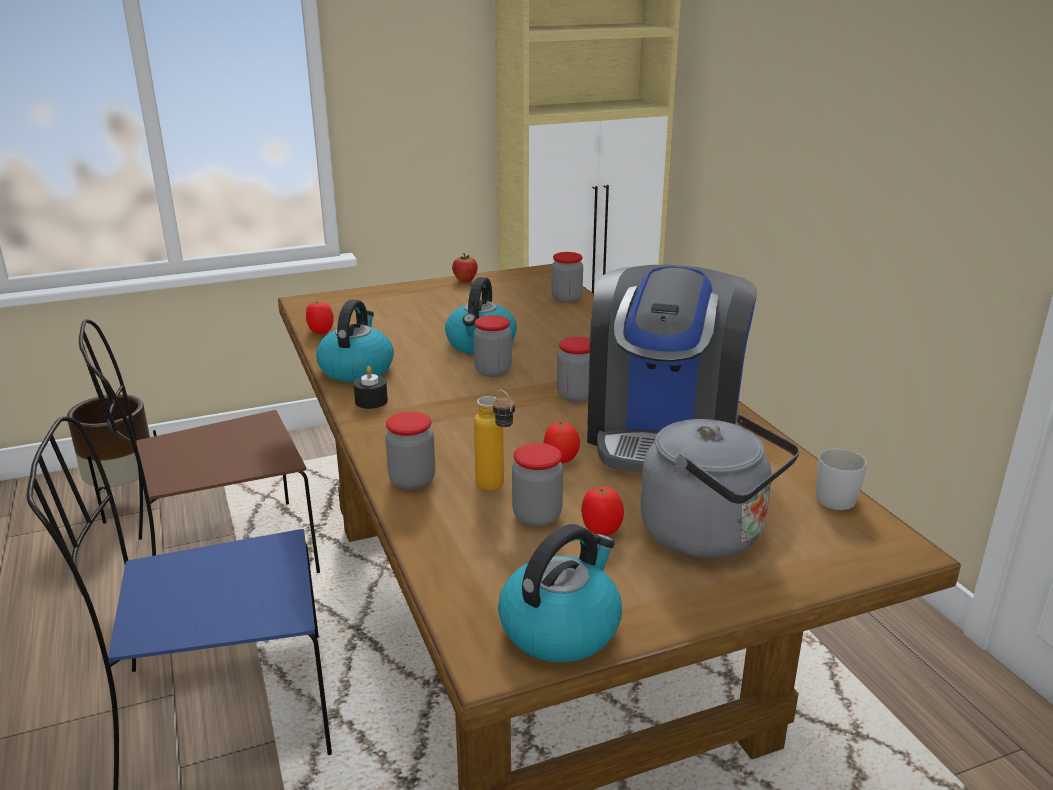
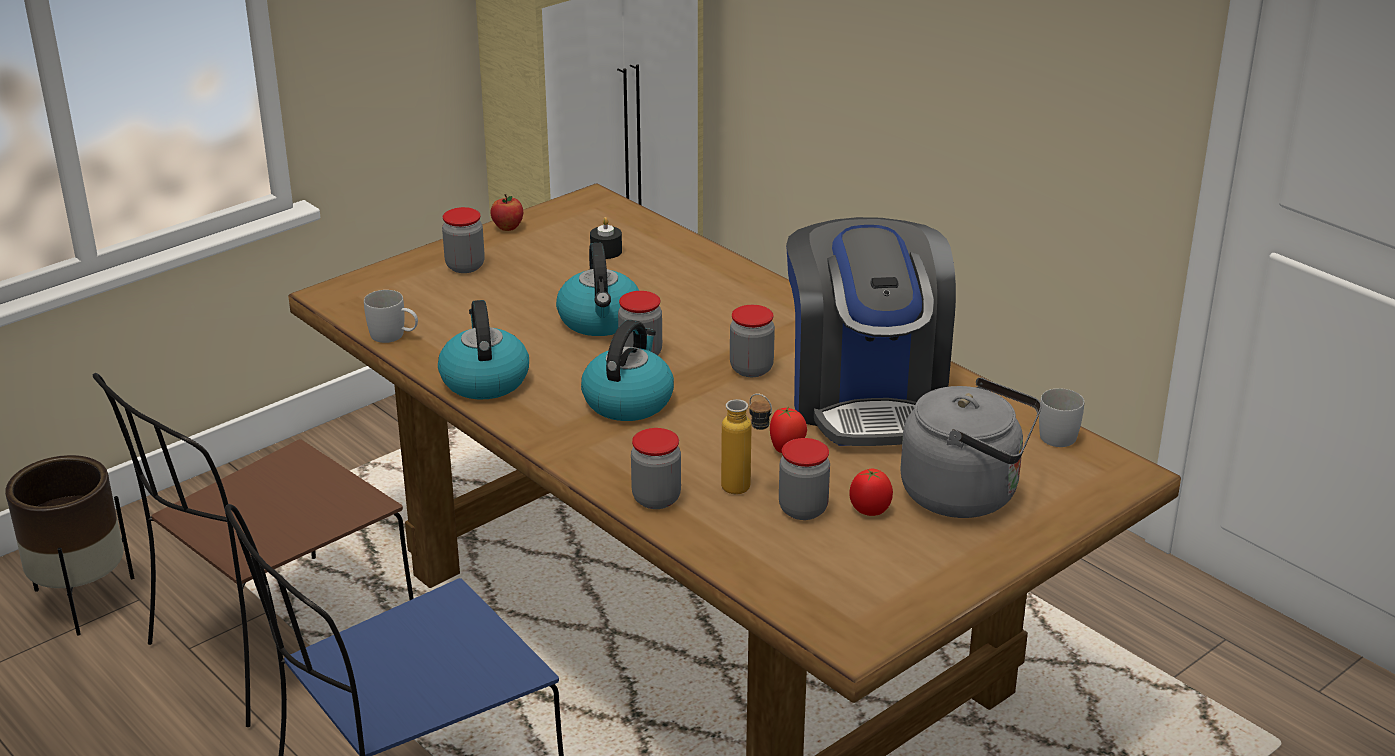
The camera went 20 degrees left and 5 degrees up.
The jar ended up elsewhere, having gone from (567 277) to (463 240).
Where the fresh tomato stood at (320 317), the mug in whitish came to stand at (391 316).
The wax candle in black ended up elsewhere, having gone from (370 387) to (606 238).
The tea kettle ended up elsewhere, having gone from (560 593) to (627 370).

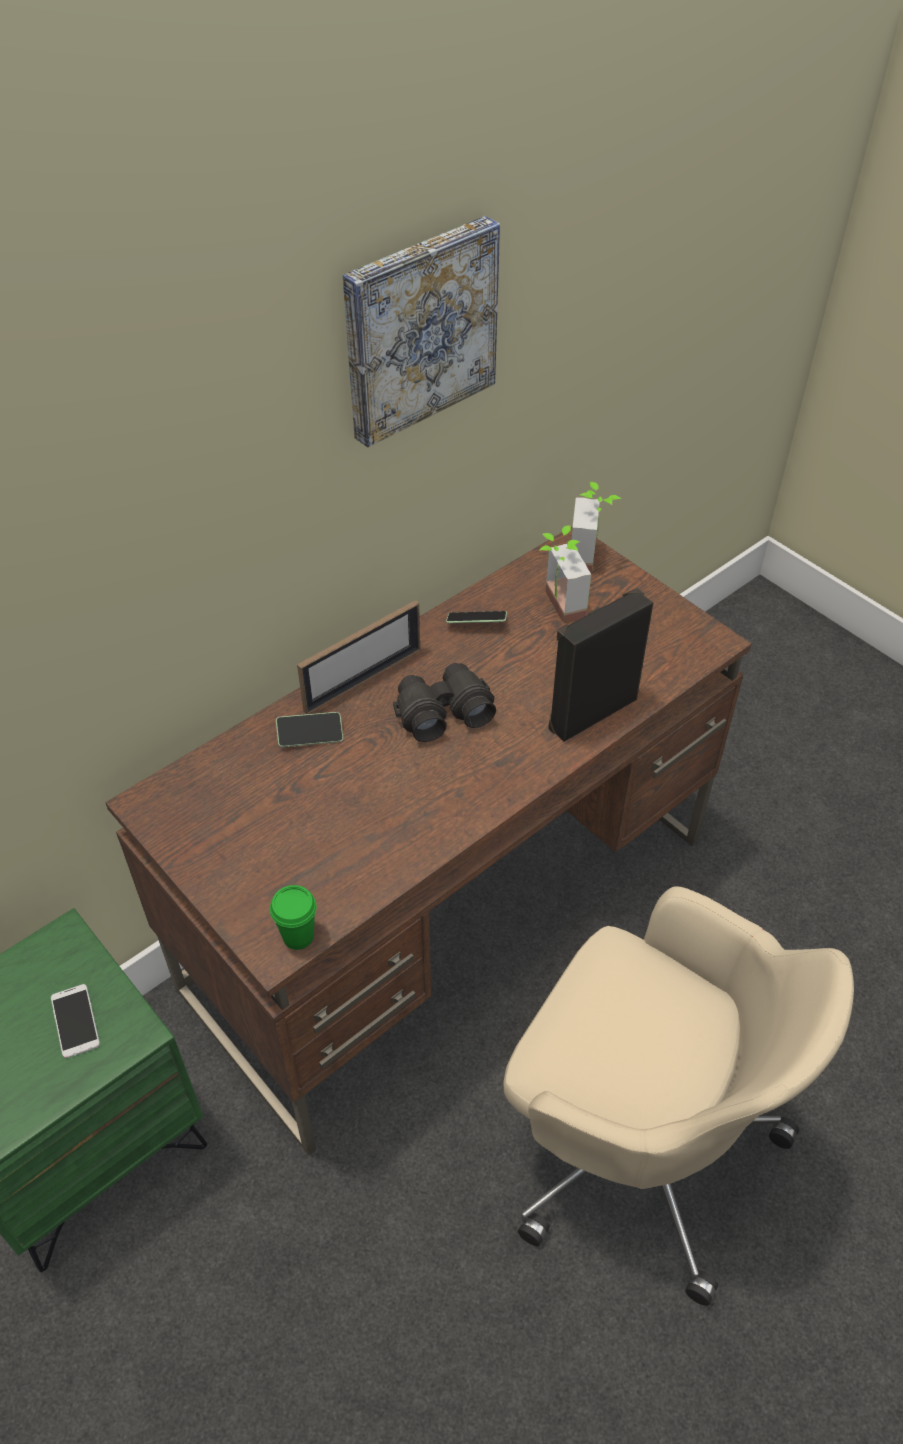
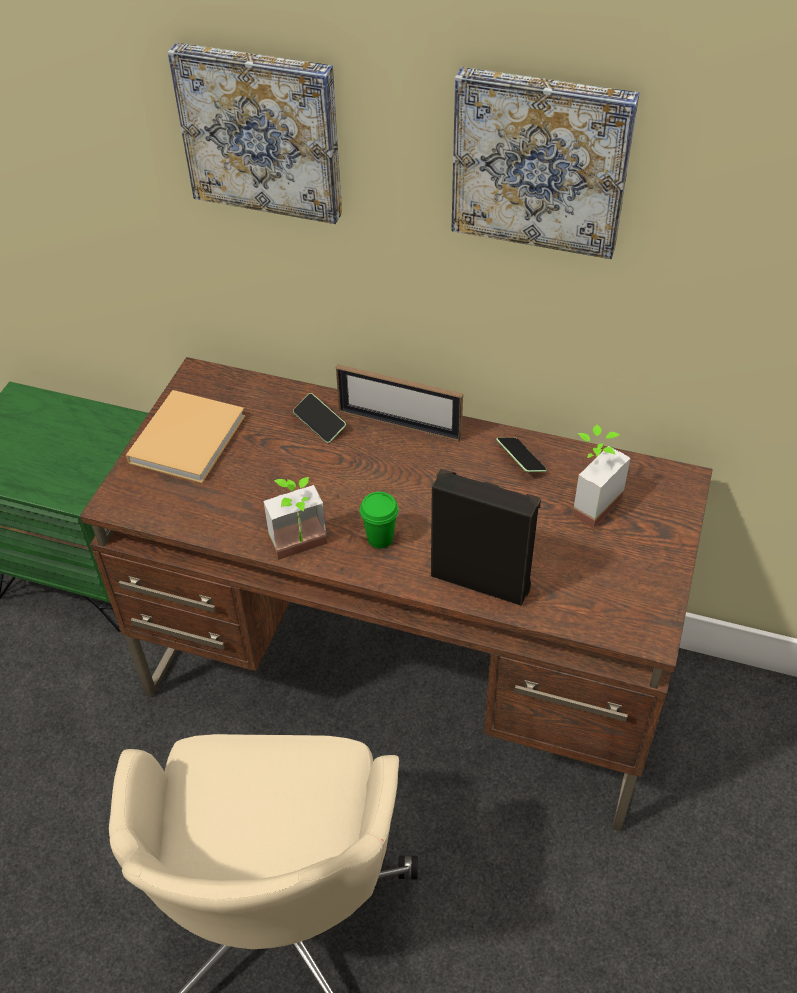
The camera went 60 degrees right and 0 degrees up.
The potted plant ended up elsewhere, having gone from (596 528) to (295 518).
The second view lost the binoculars in black at (444 702).
The cup in green ended up elsewhere, having gone from (293 917) to (379 520).
The second view lost the phone at (75 1021).
The second view gained the picture at (255 133).
The second view gained the book in beige at (185 436).

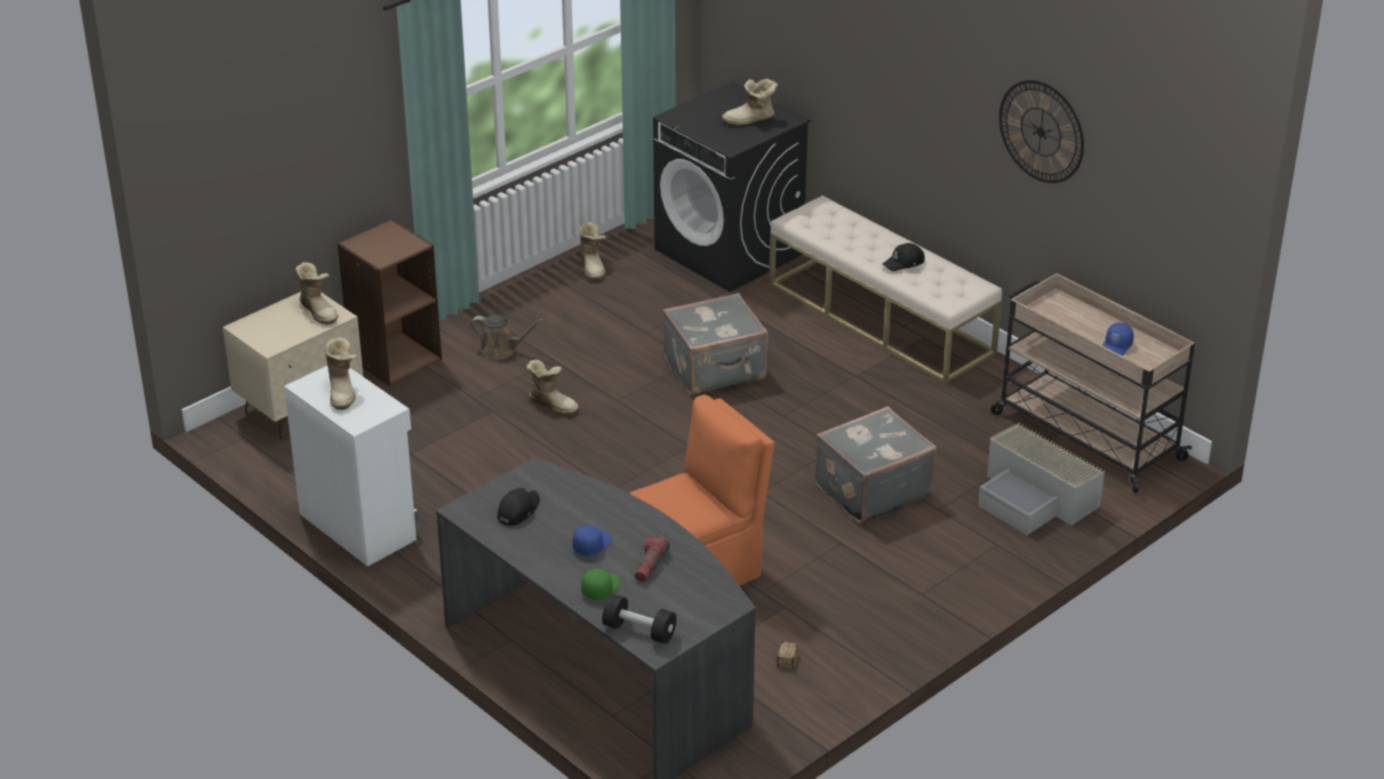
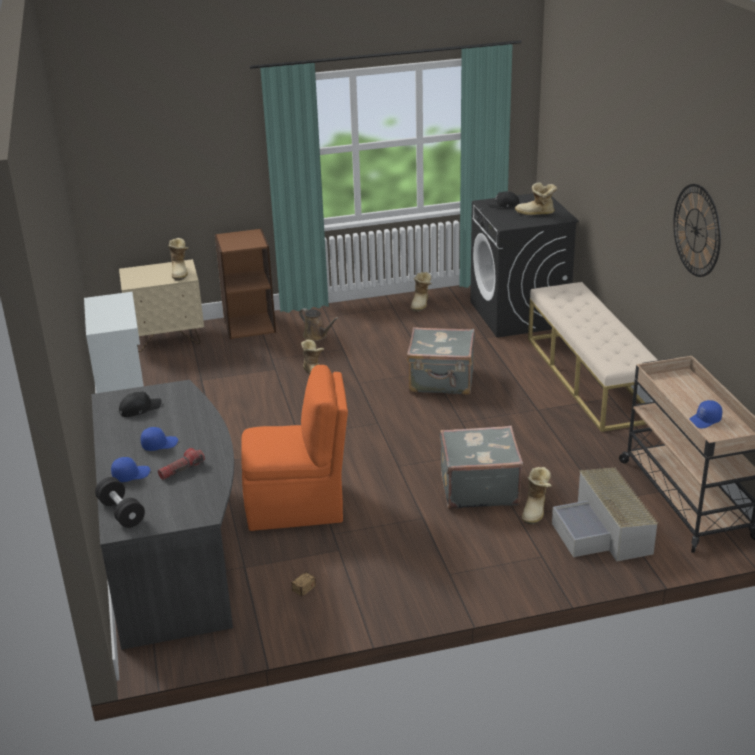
The camera went 30 degrees right and 5 degrees down.
The cap in black ended up elsewhere, having gone from (904 257) to (503 199).
The high-top boot ended up elsewhere, having gone from (341 373) to (537 495).
What was the cap in green at (600 584) turned into the cap in bluish at (130 469).

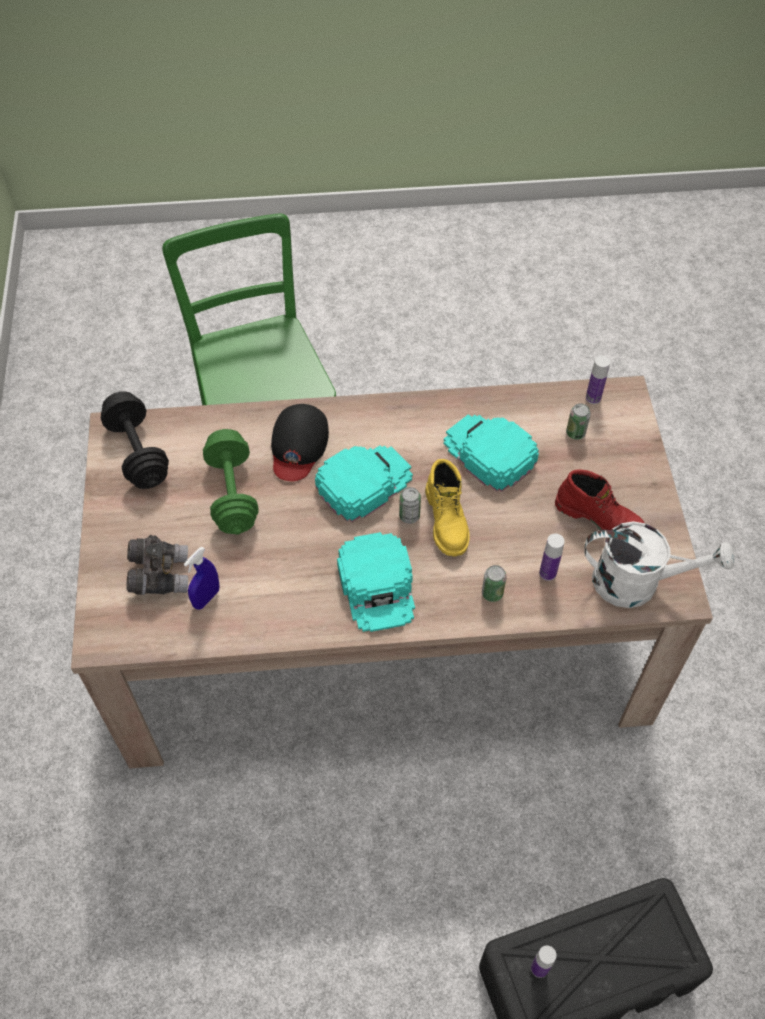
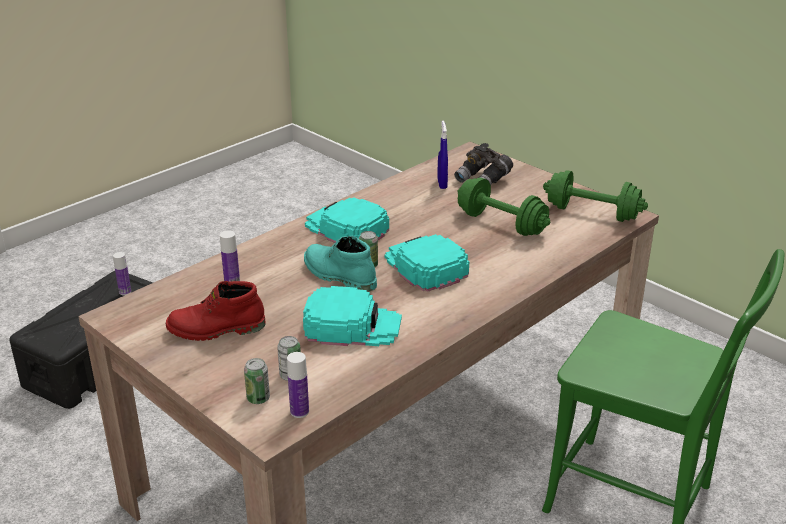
The camera went 140 degrees right and 25 degrees down.
What was the free weight in black at (135 440) turned into the free weight in green at (595 196).
The second view lost the cap in black at (300 442).
The cap in turquoise at (364 483) ended up facing another way, 135 degrees clockwise from before.
What was the high-top boot in yellow-coloured at (447 507) turned into the high-top boot in turquoise at (340 264).
The second view lost the sprinkling can in whitish at (659 564).
The sealed can ended up elsewhere, having gone from (494 583) to (257 381).

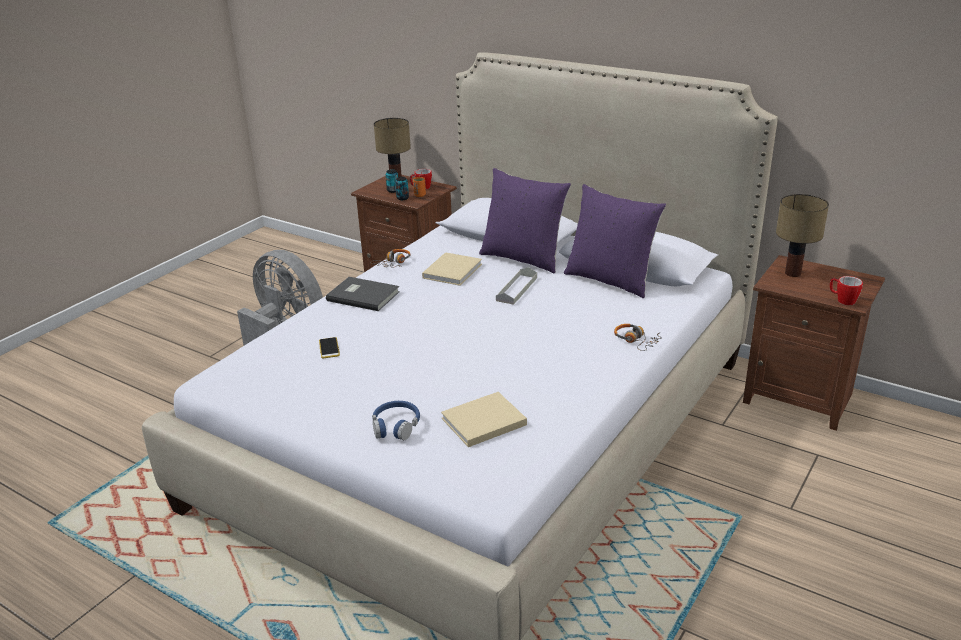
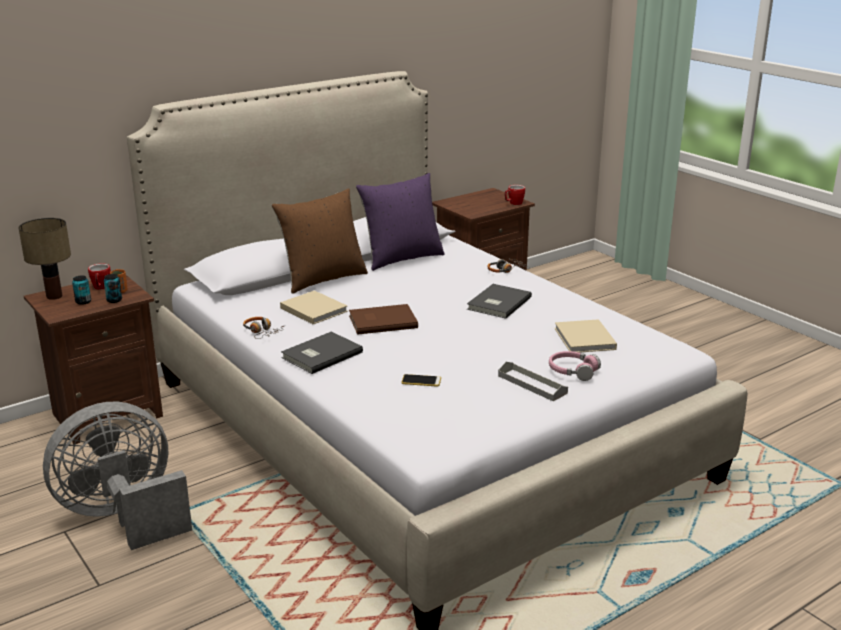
The camera went 70 degrees left and 5 degrees down.
What was the pillow in purple-coloured at (525 220) turned into the pillow in brown-coloured at (320 241).
The second view lost the tabletop lamp at (802 235).
The tray in greyish ended up elsewhere, having gone from (516 286) to (533 381).
What was the headphones in bluish at (396 420) turned into the headphones in pinkish at (575 366).
The second view gained the book in greyish at (499 301).
The second view gained the book in brown-coloured at (383 319).

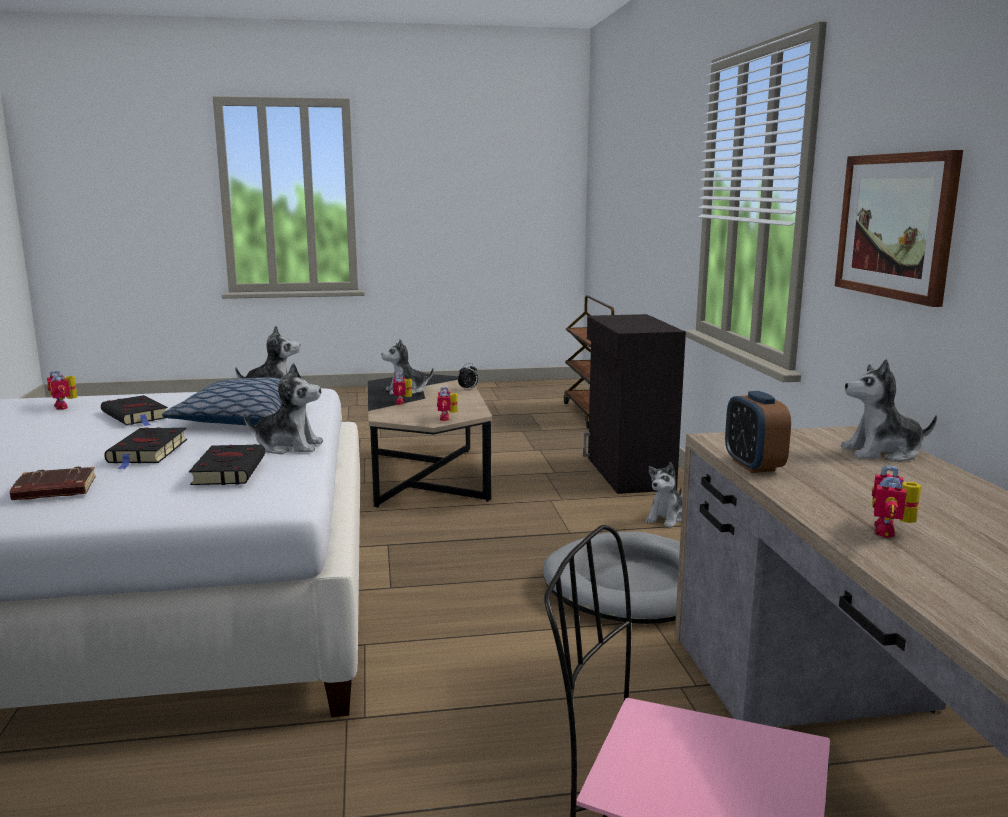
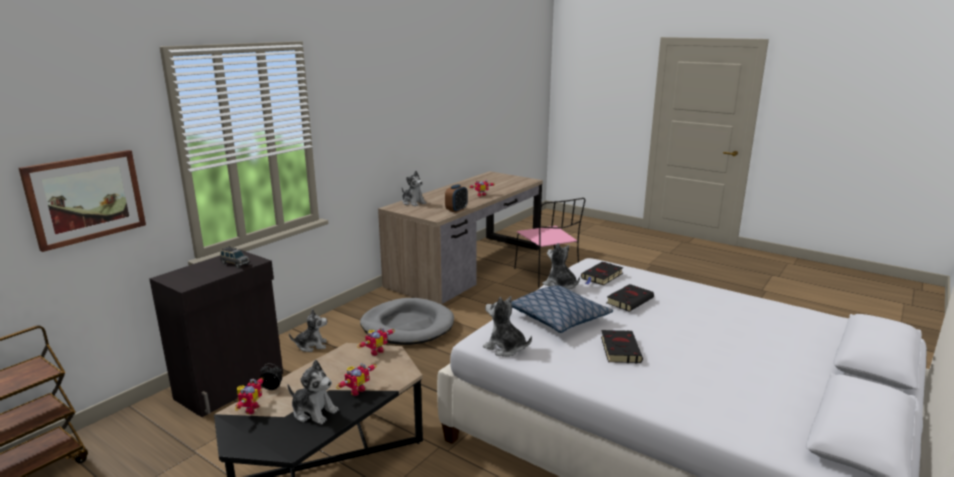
The camera went 135 degrees left and 5 degrees up.
The picture ended up elsewhere, having gone from (899 228) to (82 201).
The model robot ended up elsewhere, having gone from (62 390) to (249 395).
The second view lost the book in brown-coloured at (53 483).
The second view gained the model car in greyish at (234 257).

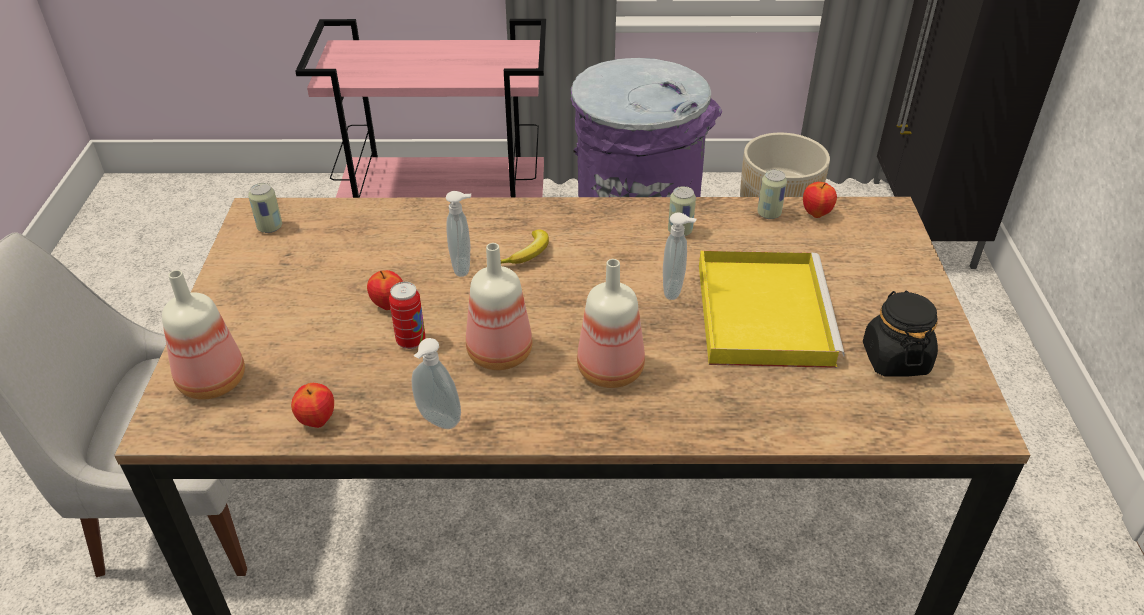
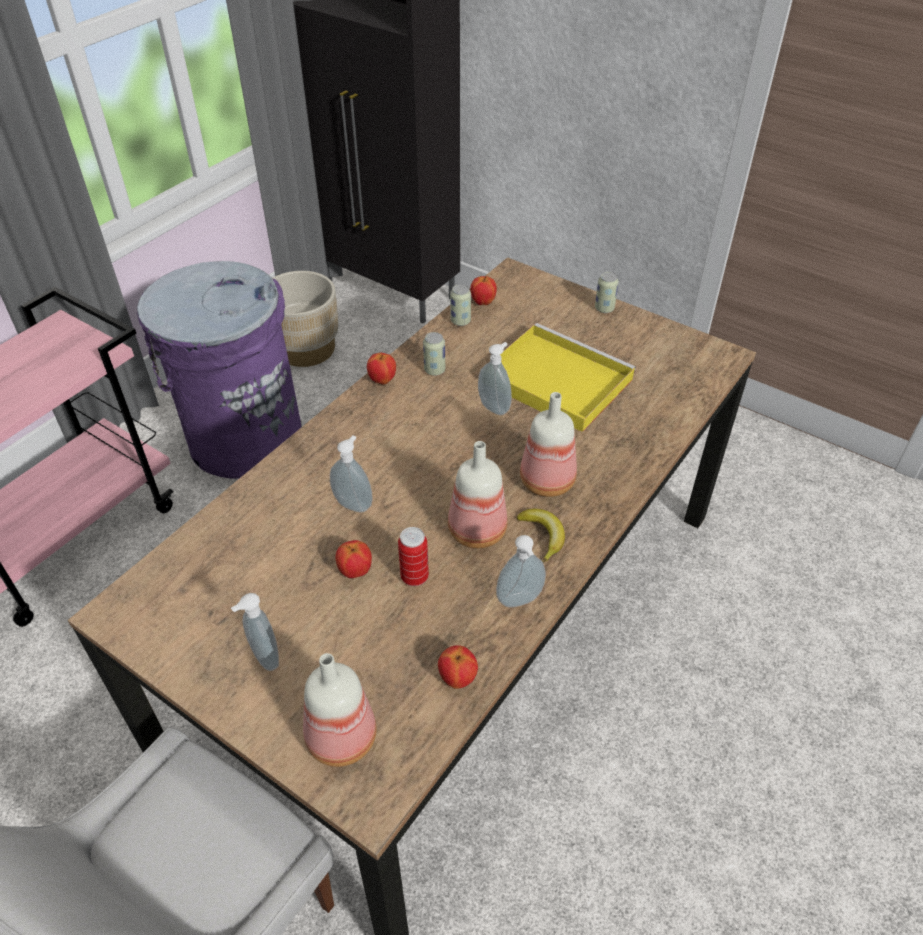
The camera went 55 degrees left and 5 degrees up.
The sealed can ended up elsewhere, having gone from (265 208) to (607 292).
The whole banana ended up elsewhere, having gone from (525 246) to (541 536).
The second view lost the jar in black at (900 334).
The second view gained the whole apple at (381 369).
The second view gained the soap dispenser at (255 632).

